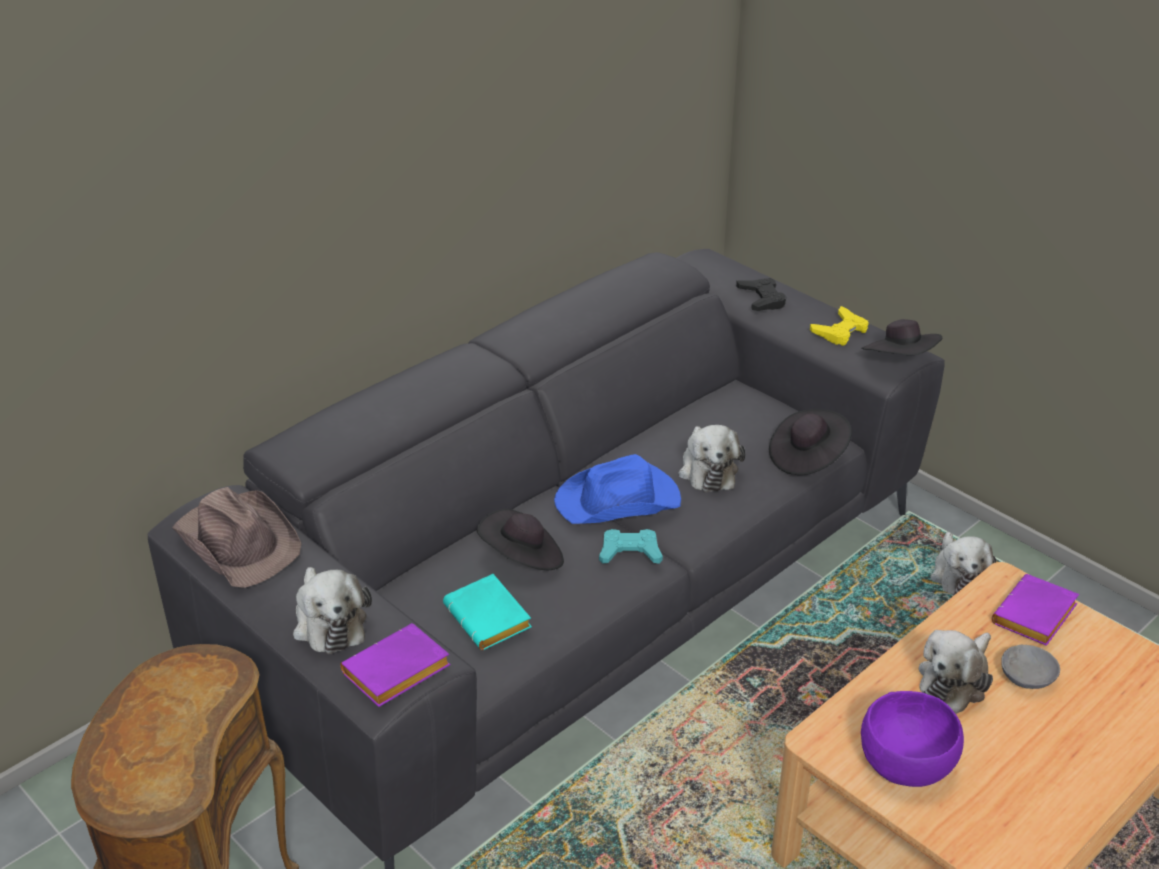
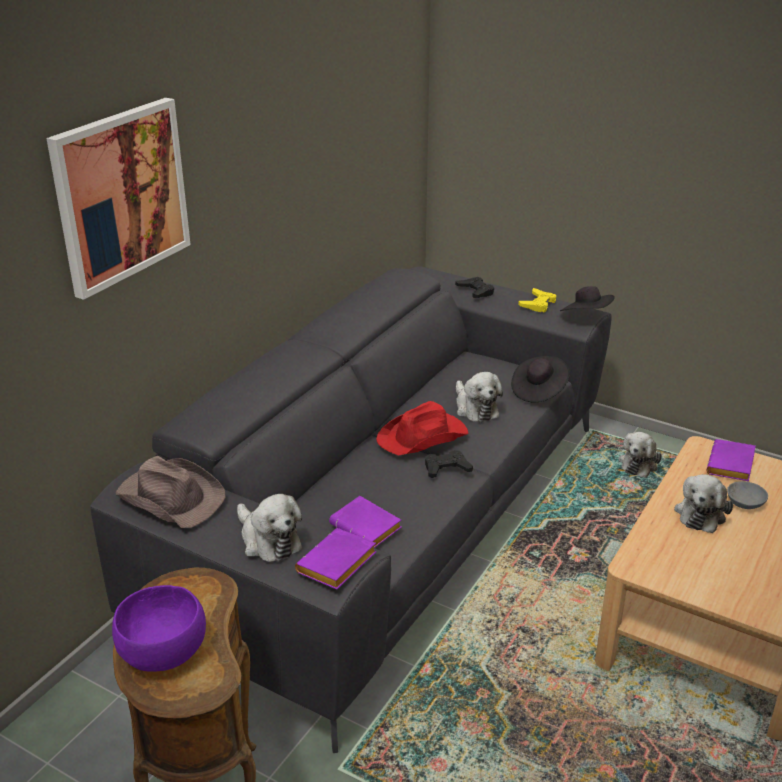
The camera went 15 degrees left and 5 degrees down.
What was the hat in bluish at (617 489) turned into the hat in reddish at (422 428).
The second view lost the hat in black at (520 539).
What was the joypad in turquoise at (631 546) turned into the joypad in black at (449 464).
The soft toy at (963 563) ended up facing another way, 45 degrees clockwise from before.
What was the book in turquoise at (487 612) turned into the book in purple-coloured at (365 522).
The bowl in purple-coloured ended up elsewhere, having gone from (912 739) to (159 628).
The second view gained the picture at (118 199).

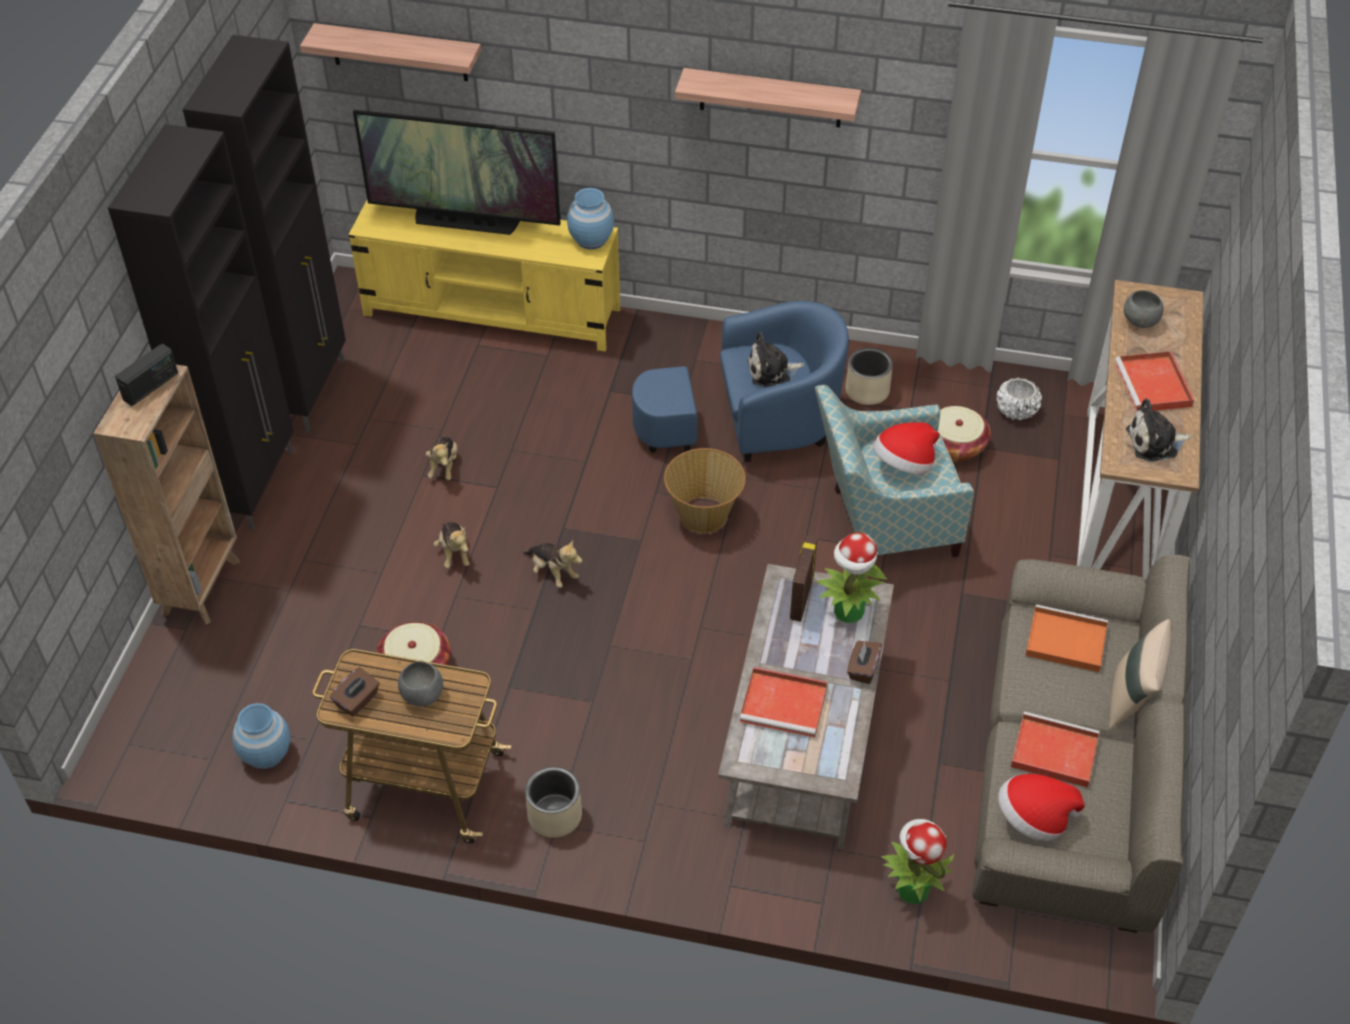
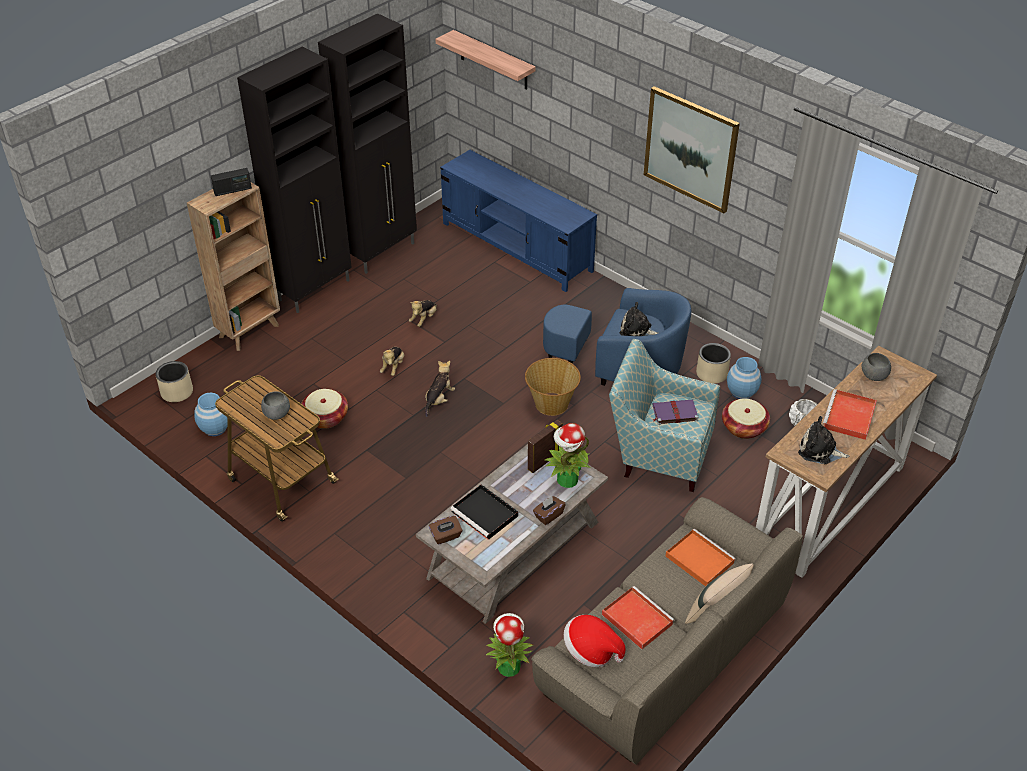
The camera went 30 degrees right and 5 degrees down.
Where the wall shelf hung at (768 98), the picture came to hang at (692 149).
The second view lost the TV at (457 172).
The flower vase in bluish ended up elsewhere, having gone from (590 218) to (744 378).
What was the tv unit in yellow-coloured at (484 275) turned into the tv unit in bluish at (518 221).
Where the hat stood at (906 448), the book in purple-coloured came to stand at (675 412).
The soft toy at (552 564) ended up facing another way, 135 degrees counterclockwise from before.
The box of tissues in brown-coloured ended up elsewhere, having gone from (355 691) to (445 530).
What was the tray in reddish at (784 702) turned into the tray in black at (484 512).
The flower pot in beige ended up elsewhere, having gone from (553 802) to (174 381).

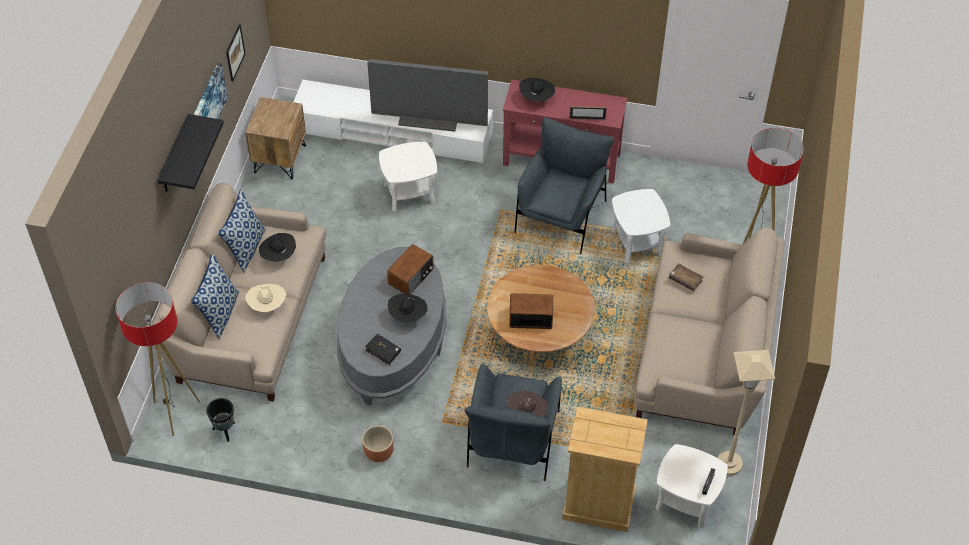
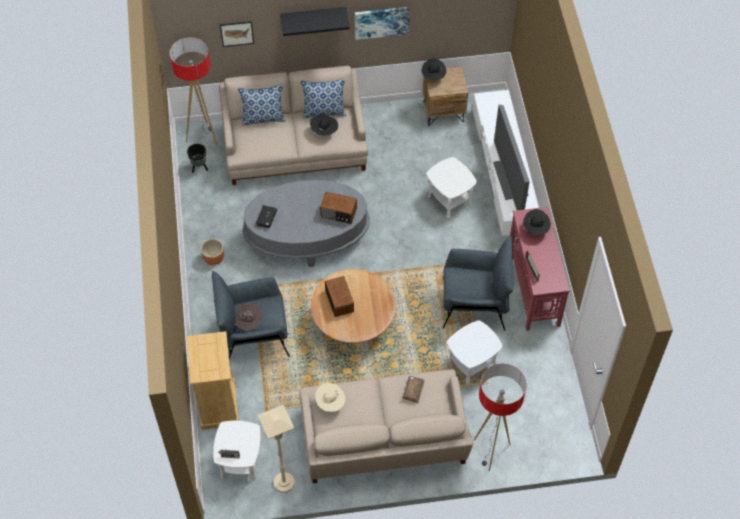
The camera went 70 degrees right and 5 degrees up.
The picture ended up elsewhere, having gone from (235 53) to (237 34).
The hat in beige ended up elsewhere, having gone from (265 298) to (330 397).
The hat in black ended up elsewhere, having gone from (407 308) to (434 69).

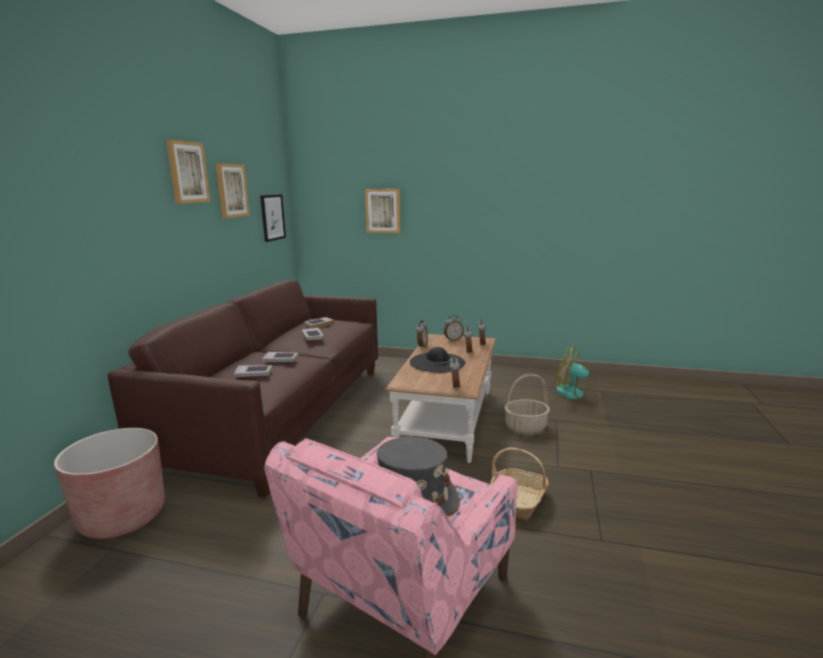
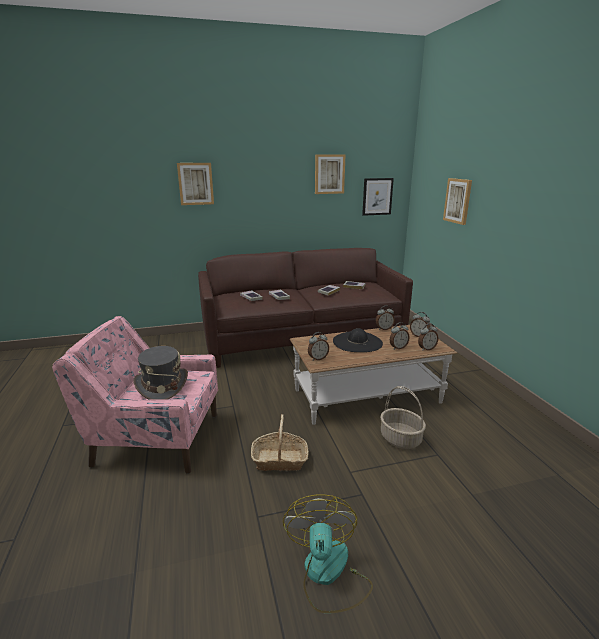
The camera went 60 degrees right and 5 degrees up.
The picture ended up elsewhere, having gone from (188 172) to (195 184).
The electric fan ended up elsewhere, having gone from (578 374) to (328 554).
The second view lost the flower pot in brown-coloured at (109 483).

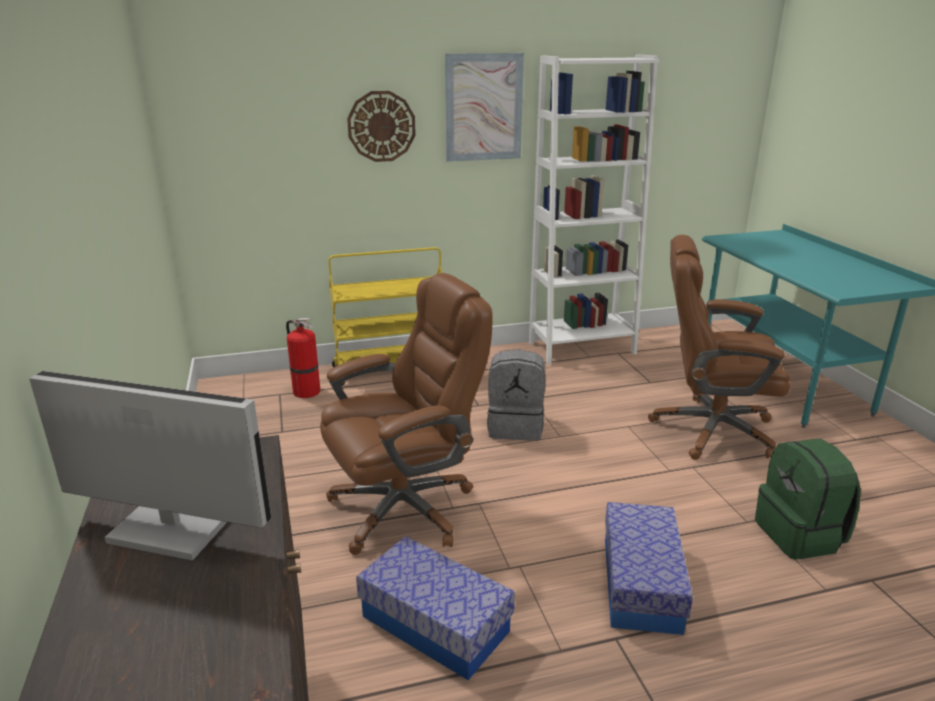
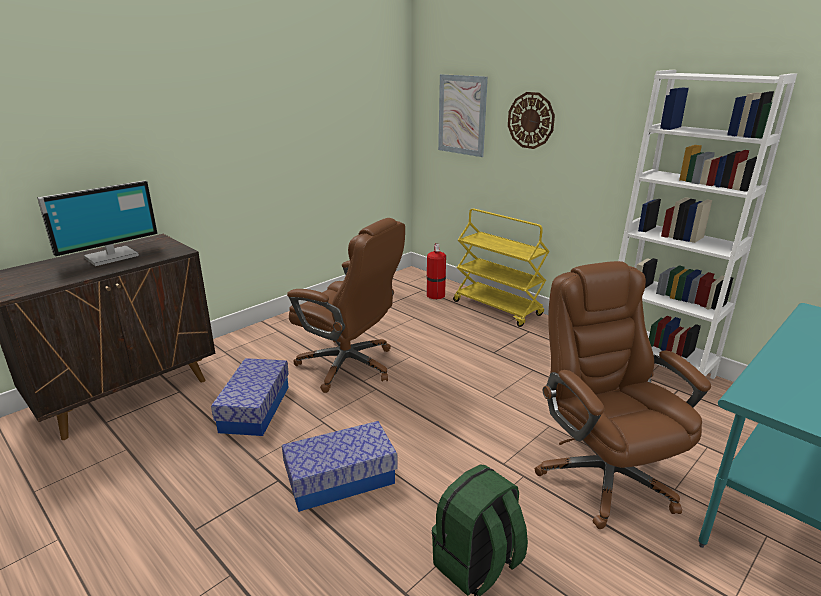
The camera went 60 degrees right and 0 degrees up.
The picture ended up elsewhere, having gone from (484 107) to (463 115).
The second view lost the rucksack in greyish at (516 395).
The computer screen at (150 466) ended up facing another way, 60 degrees clockwise from before.

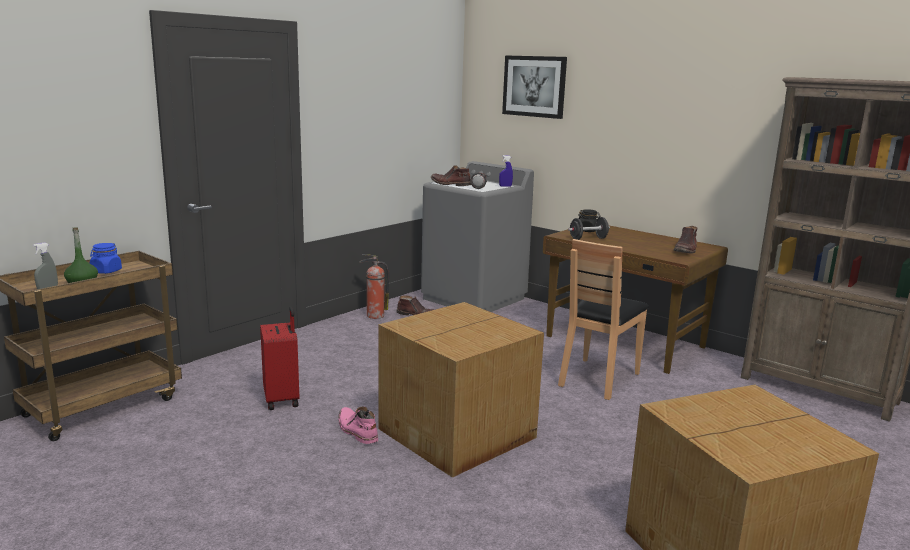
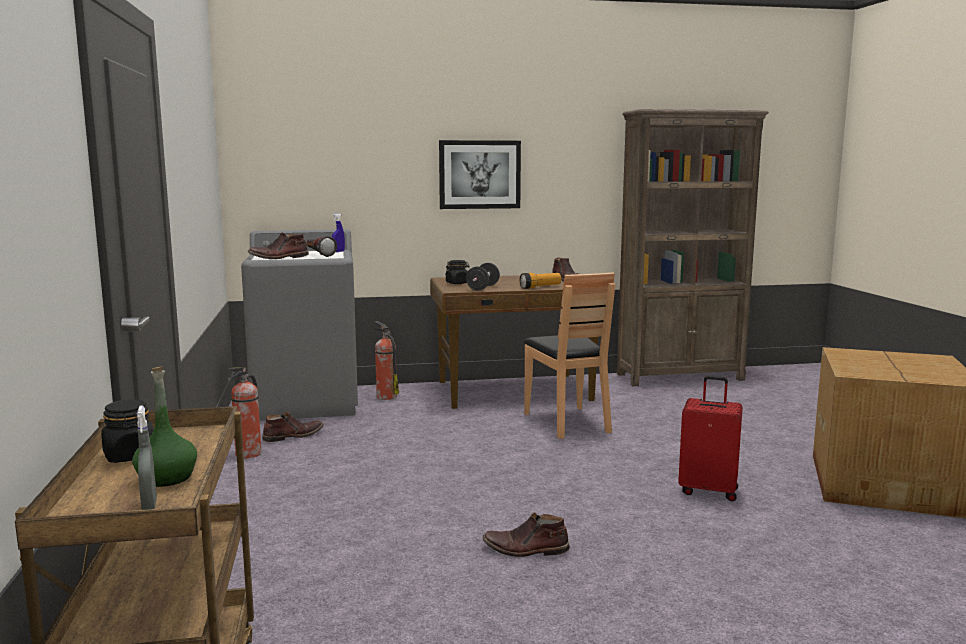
The camera went 50 degrees left and 5 degrees down.
The picture ended up elsewhere, having gone from (534 87) to (480 174).
What was the jar in bluish at (106 258) turned into the jar in black at (127 431).
The second view lost the cardboard box at (461 390).
The suitcase in reddish ended up elsewhere, having gone from (279 358) to (710 438).
What was the high-top boot in pinkish at (358 425) turned into the high-top boot in brown-coloured at (526 535).
The second view gained the torch at (540 281).
The second view gained the extinguisher at (386 360).

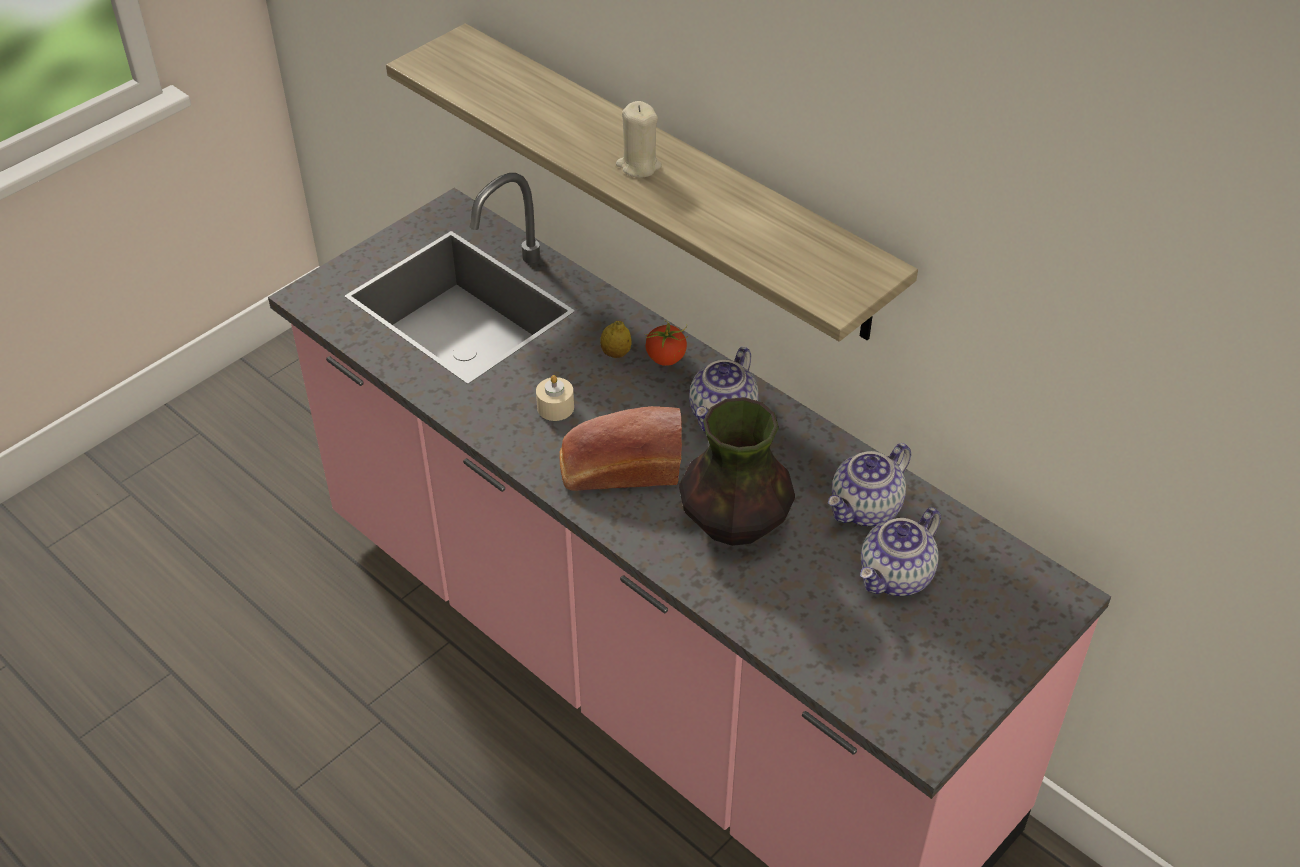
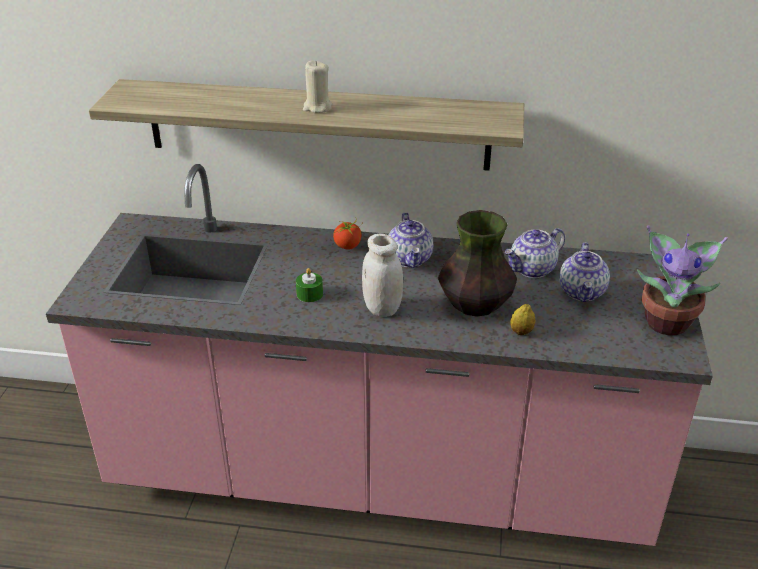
The camera went 35 degrees left and 10 degrees down.
The whole lemon ended up elsewhere, having gone from (616 339) to (522 319).
What was the wax candle in beige at (555 398) turned into the wax candle in green at (309 285).
Where the bread stood at (621 448), the jar in whitish came to stand at (382 275).
The pot for tea at (869 484) ended up facing another way, 45 degrees clockwise from before.
The second view gained the potted plant at (682 280).

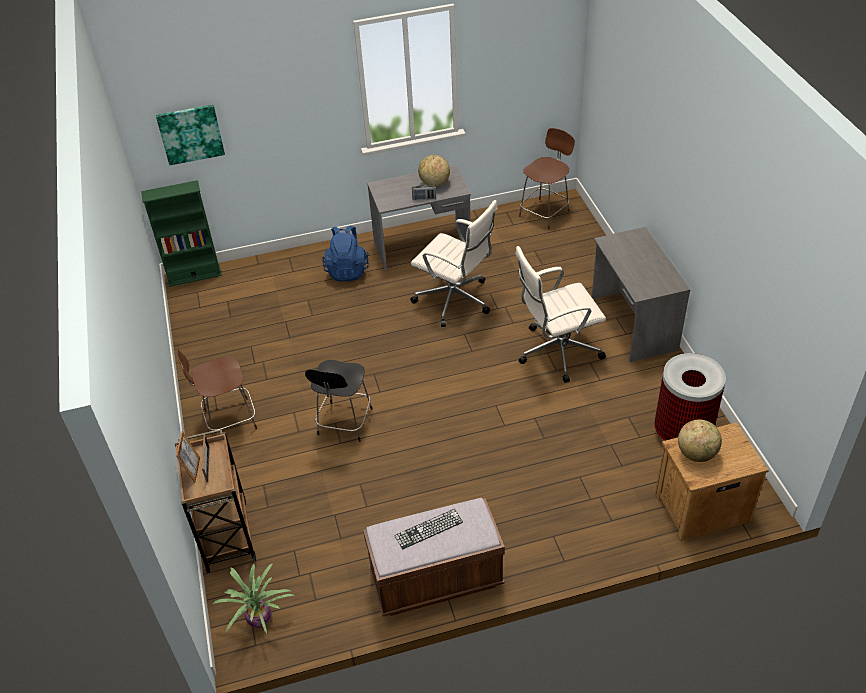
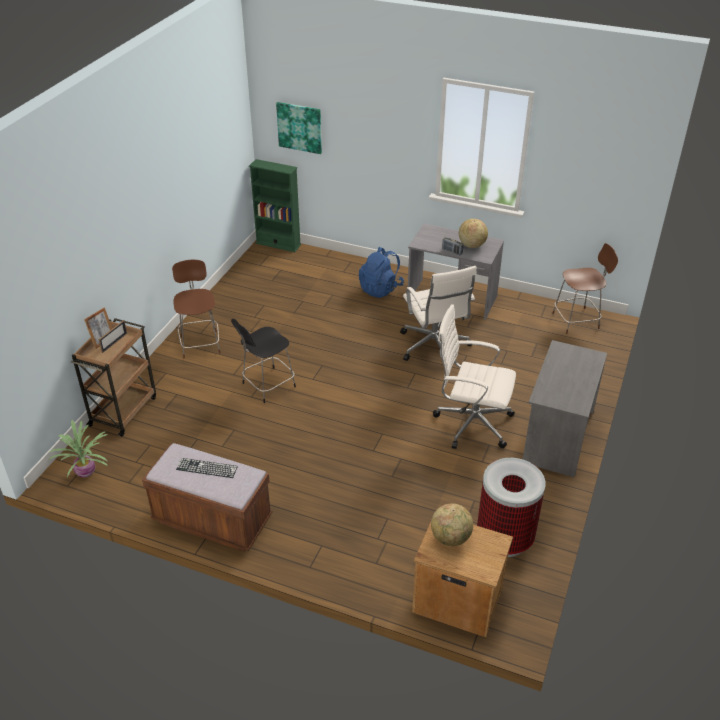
The camera went 35 degrees right and 5 degrees down.
The plain chair in brown-coloured at (217 391) ended up facing another way, 60 degrees clockwise from before.

